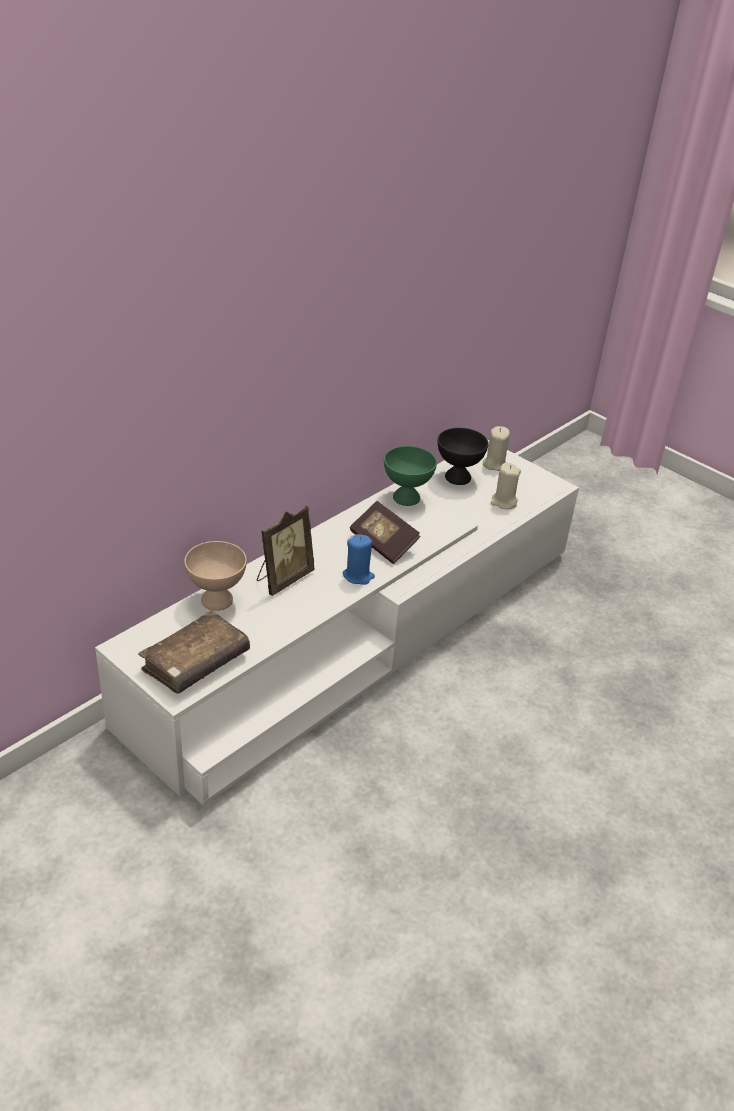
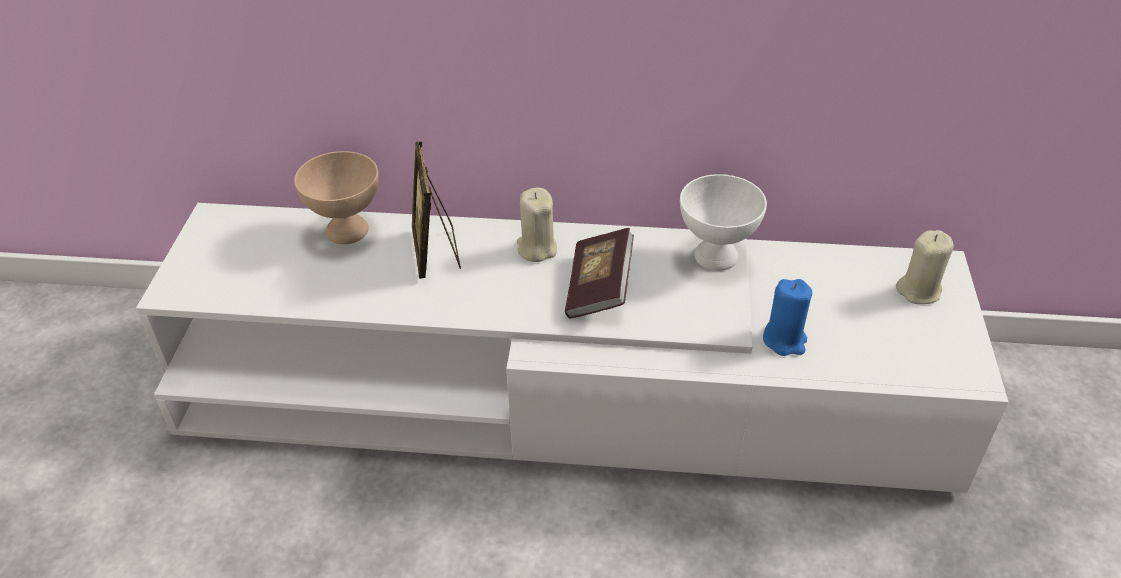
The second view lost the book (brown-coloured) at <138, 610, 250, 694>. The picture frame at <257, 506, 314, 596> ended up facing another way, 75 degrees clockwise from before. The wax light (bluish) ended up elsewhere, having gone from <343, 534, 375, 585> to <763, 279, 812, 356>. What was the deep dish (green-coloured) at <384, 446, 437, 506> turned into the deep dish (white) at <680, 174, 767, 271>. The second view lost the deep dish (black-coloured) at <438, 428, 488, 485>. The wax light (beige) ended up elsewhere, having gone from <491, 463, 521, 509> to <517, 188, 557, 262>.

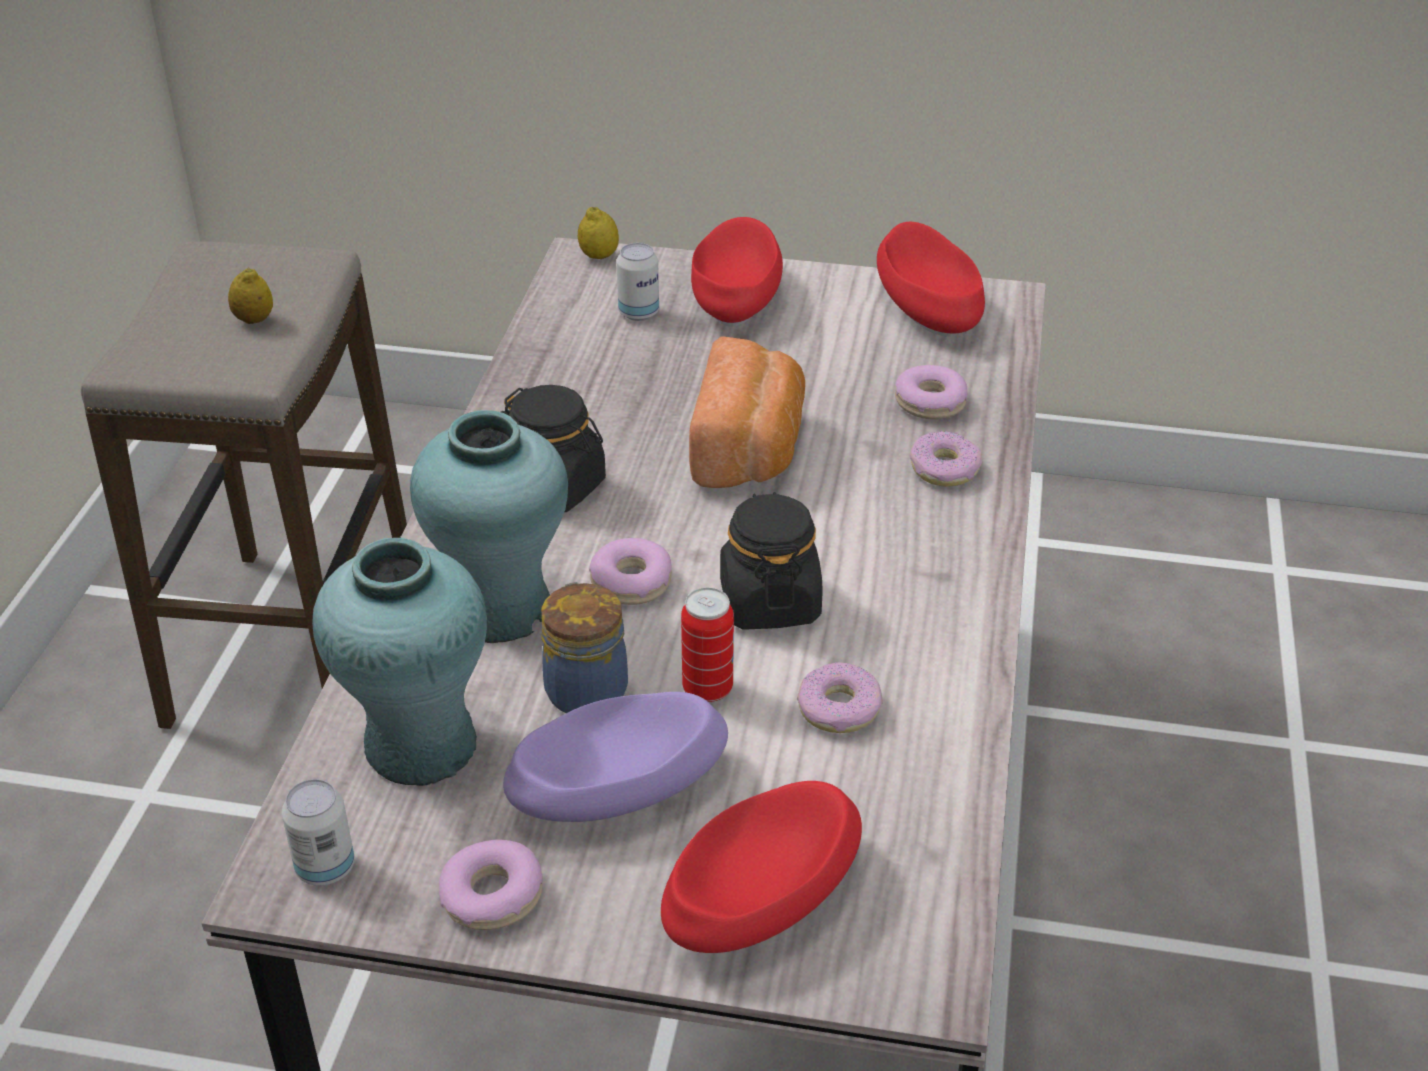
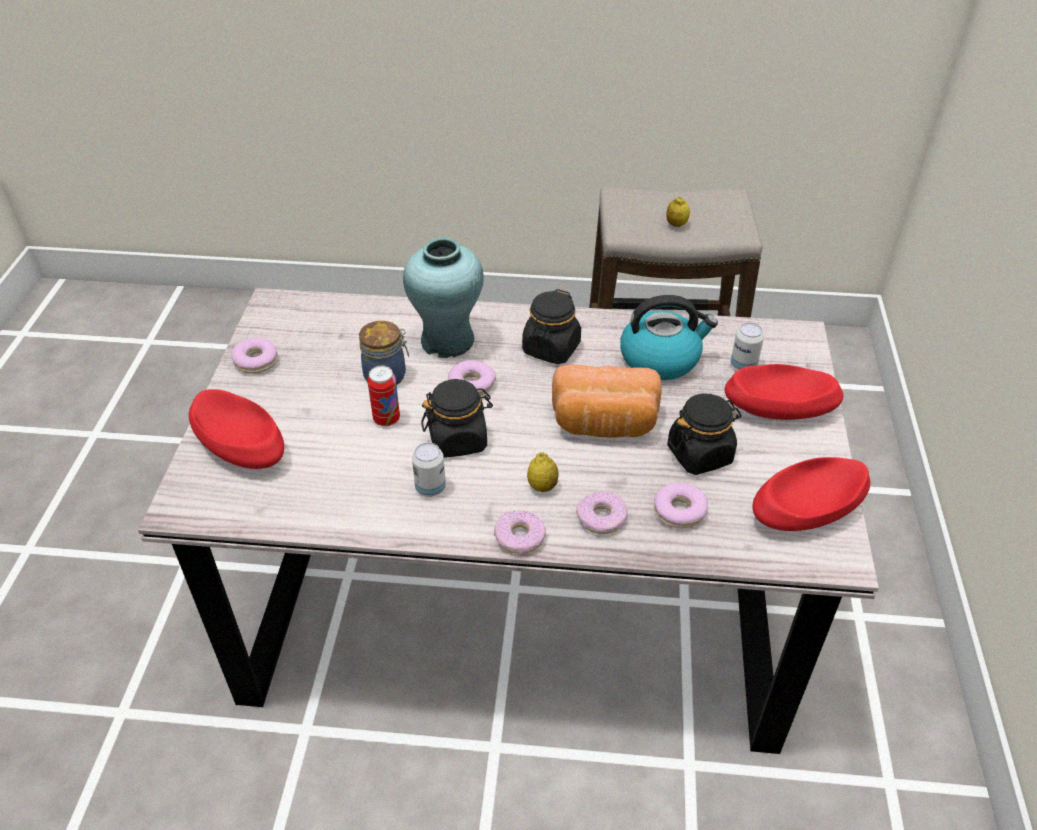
The sealed can ended up elsewhere, having gone from <282, 779, 355, 886> to <412, 442, 446, 497>. The second view lost the vase (blue-green) at <312, 538, 487, 786>. The second view lost the deep dish (purple-coloured) at <503, 692, 728, 822>. The citrus fruit ended up elsewhere, having gone from <578, 207, 619, 259> to <527, 452, 559, 492>. The donut ended up elsewhere, having gone from <797, 662, 883, 733> to <494, 510, 546, 554>. The second view gained the water kettle at <620, 295, 718, 380>. The second view gained the jar (black-coloured) at <667, 394, 741, 475>.

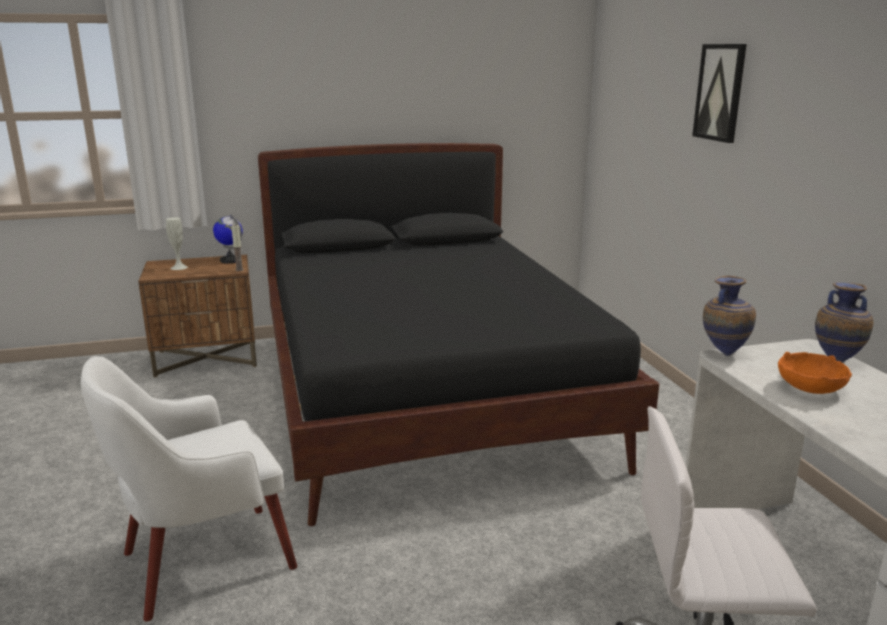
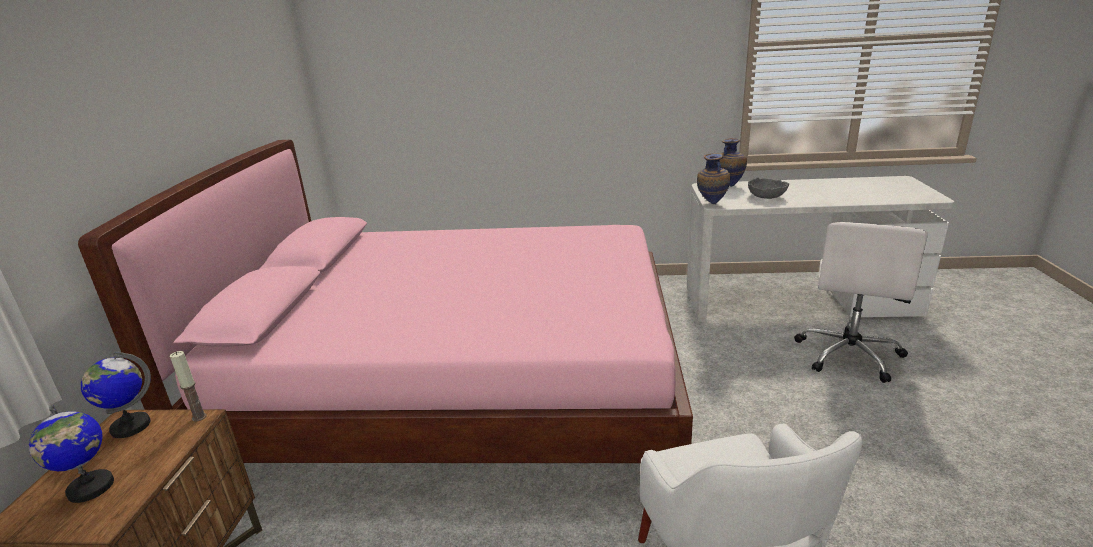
Where the vase (white) stood at <166, 217, 188, 270>, the world globe came to stand at <29, 405, 114, 503>. What was the sleeping bed (black-coloured) at <258, 143, 660, 526> turned into the sleeping bed (pinkish) at <78, 140, 693, 463>. The second view lost the picture at <692, 44, 747, 143>. What was the deep dish (orangey) at <778, 352, 852, 394> turned into the deep dish (gray) at <748, 177, 789, 199>.

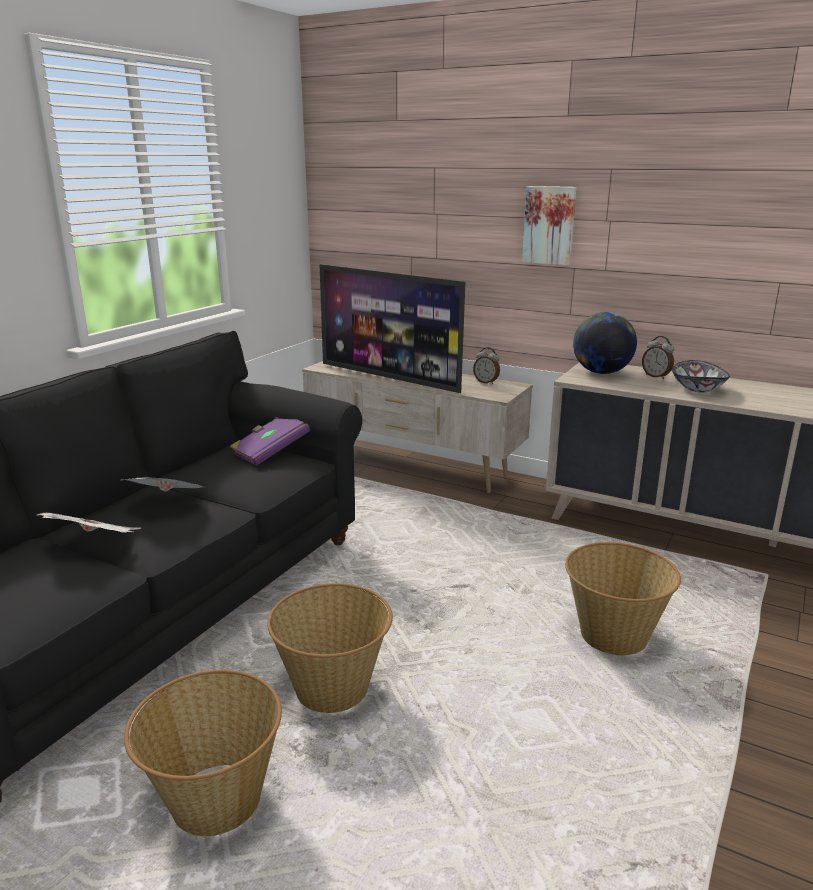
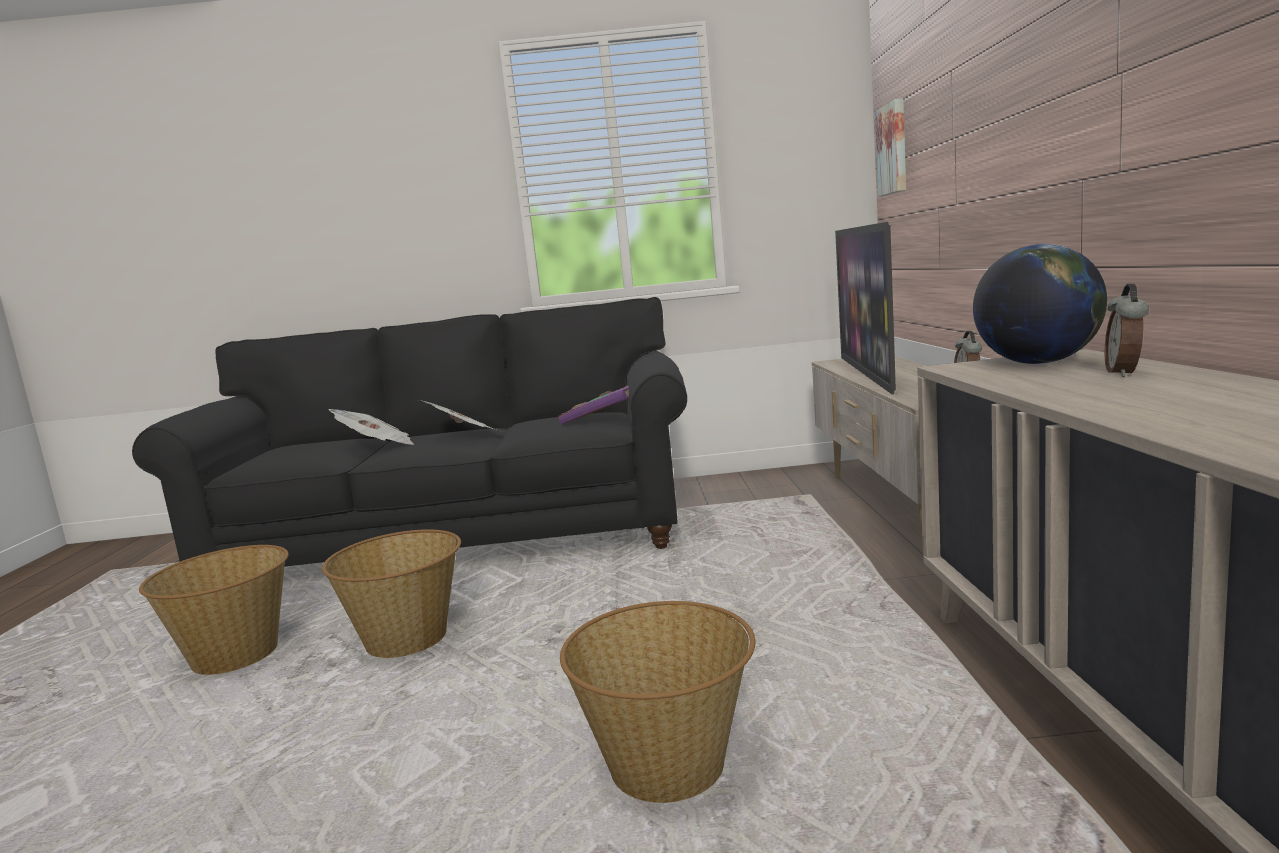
The picture ended up elsewhere, having gone from <522, 186, 577, 265> to <875, 98, 906, 196>. The second view lost the deep dish at <672, 360, 730, 393>.

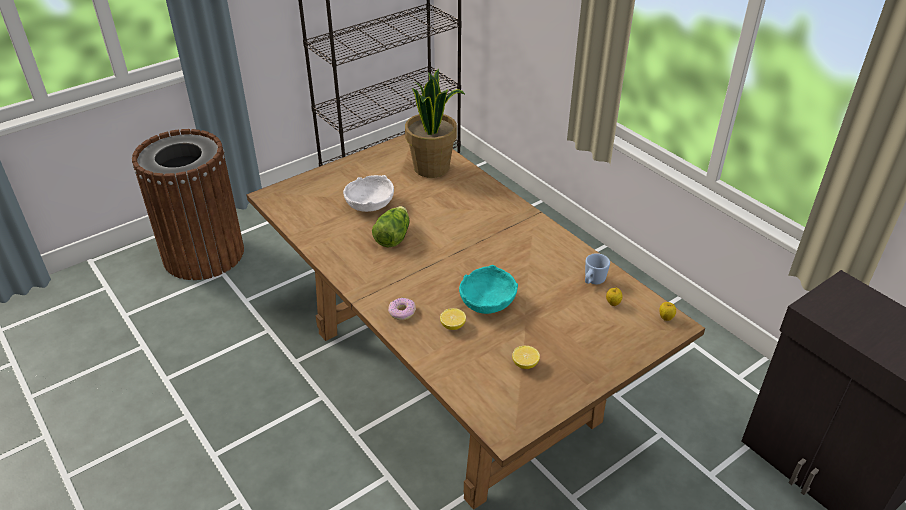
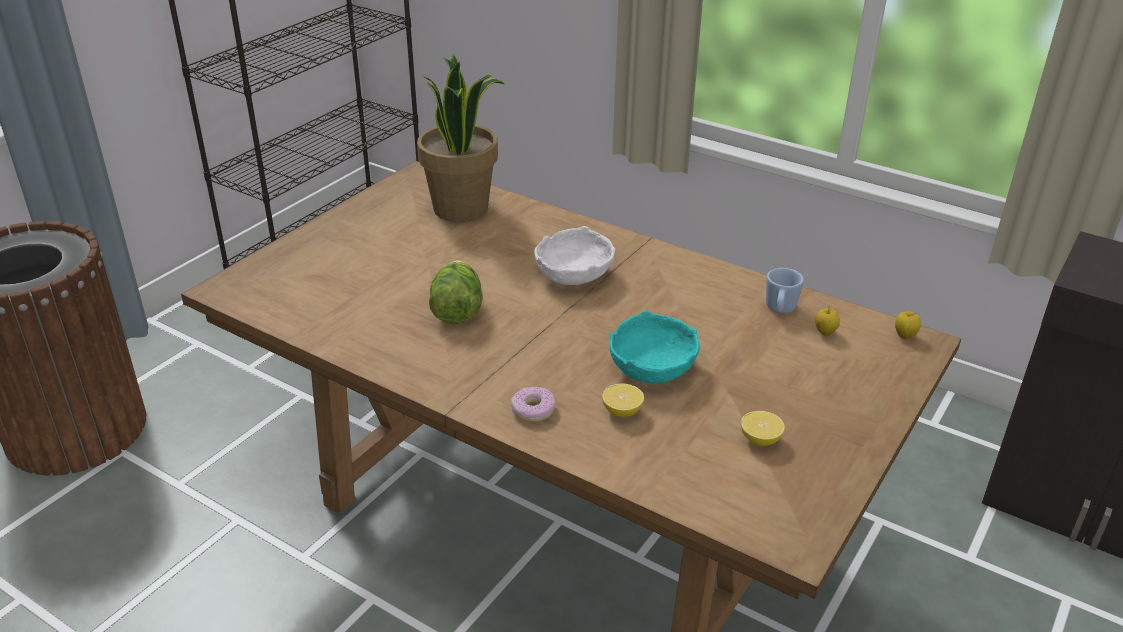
The deep dish (white) ended up elsewhere, having gone from <343, 175, 394, 212> to <534, 226, 616, 285>.

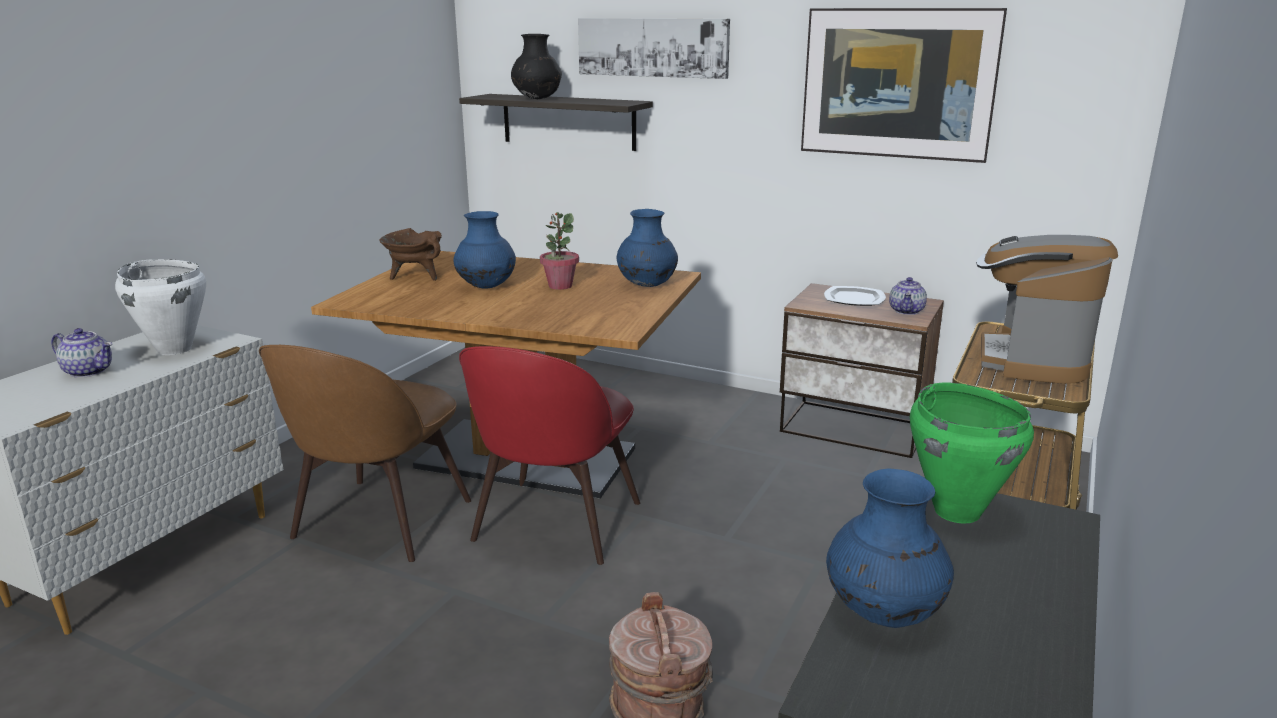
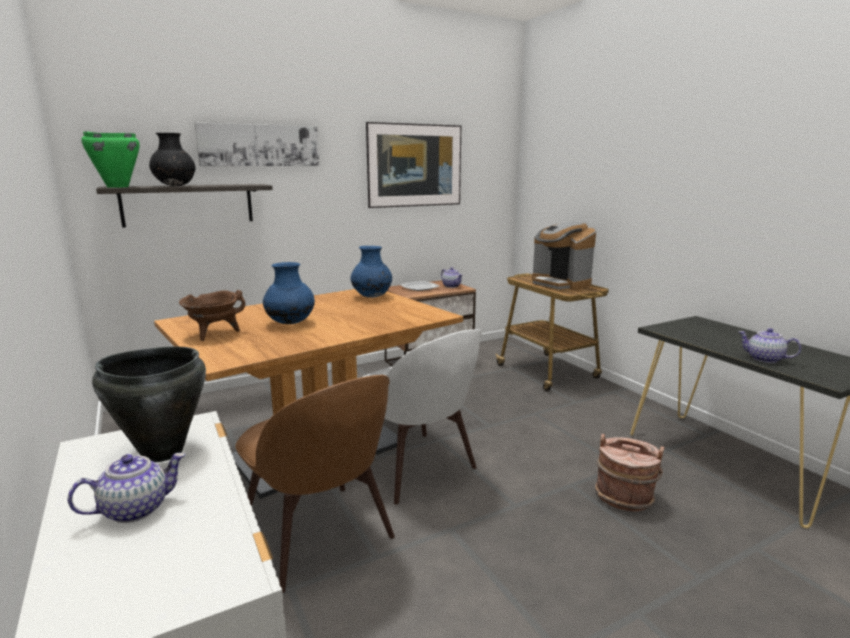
What was the saucepot (white) at <115, 259, 206, 355> turned into the saucepot (black-coloured) at <92, 347, 206, 462>. What was the upright chair (reddish) at <459, 346, 640, 565> turned into the upright chair (white) at <362, 329, 481, 504>. The second view lost the houseplant at <540, 212, 579, 290>. Where the vase (bluish) stood at <826, 469, 954, 628>, the tea pot came to stand at <738, 328, 801, 363>. The saucepot (green-coloured) ended up elsewhere, having gone from <910, 382, 1034, 523> to <81, 131, 140, 188>.

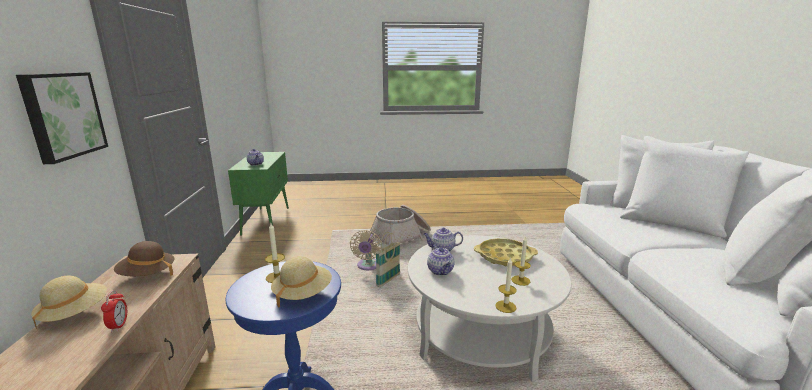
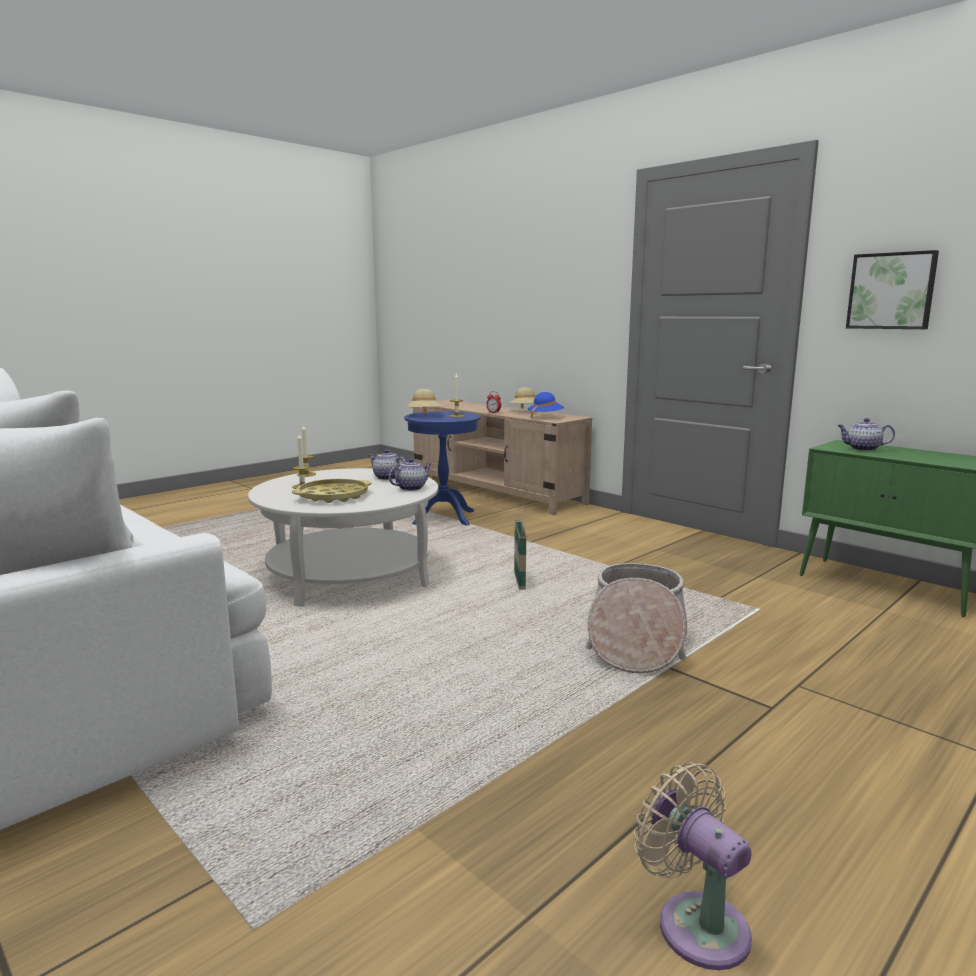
The picture ended up elsewhere, having gone from <16, 72, 108, 164> to <846, 250, 939, 329>. What was the clothing hat (brown-coloured) at <114, 241, 174, 276> turned into the clothing hat (bluish) at <528, 392, 564, 419>. The cooling fan (beige) ended up elsewhere, having gone from <350, 230, 381, 270> to <634, 762, 752, 970>.

